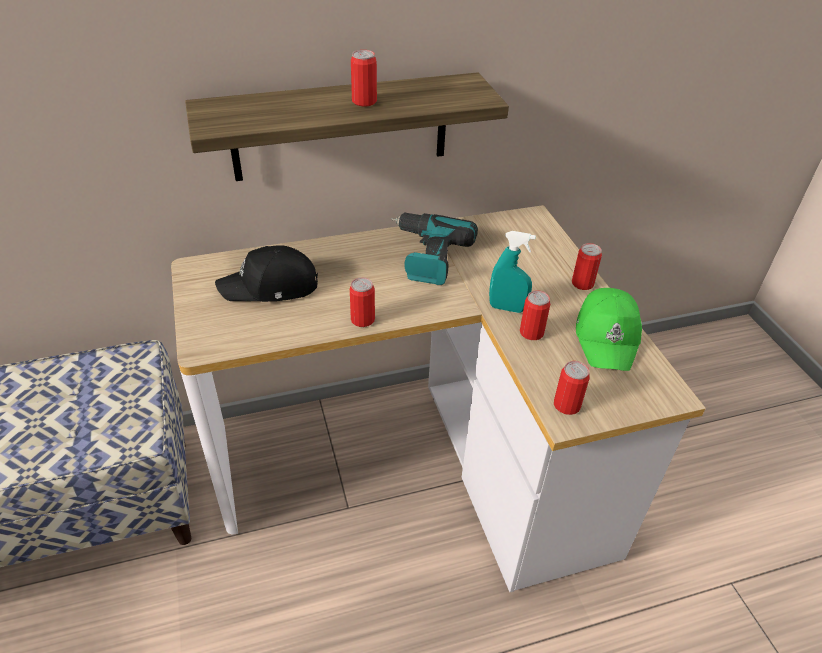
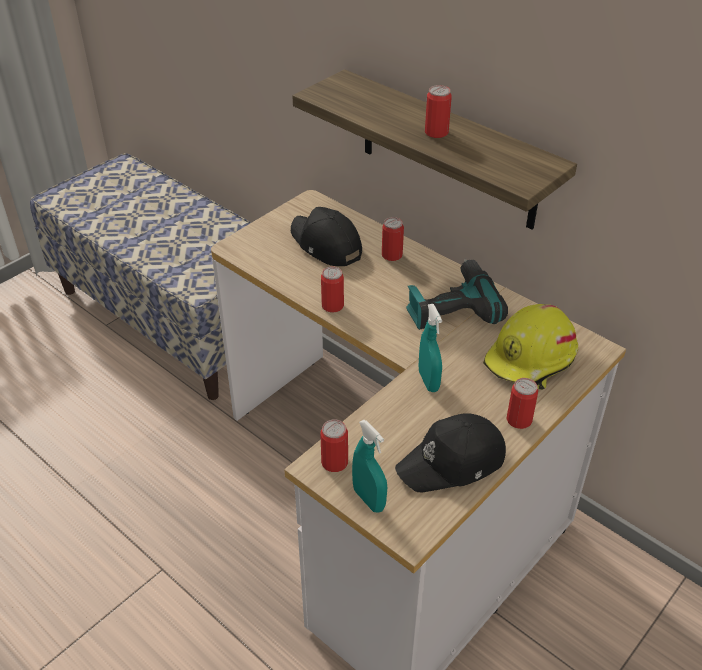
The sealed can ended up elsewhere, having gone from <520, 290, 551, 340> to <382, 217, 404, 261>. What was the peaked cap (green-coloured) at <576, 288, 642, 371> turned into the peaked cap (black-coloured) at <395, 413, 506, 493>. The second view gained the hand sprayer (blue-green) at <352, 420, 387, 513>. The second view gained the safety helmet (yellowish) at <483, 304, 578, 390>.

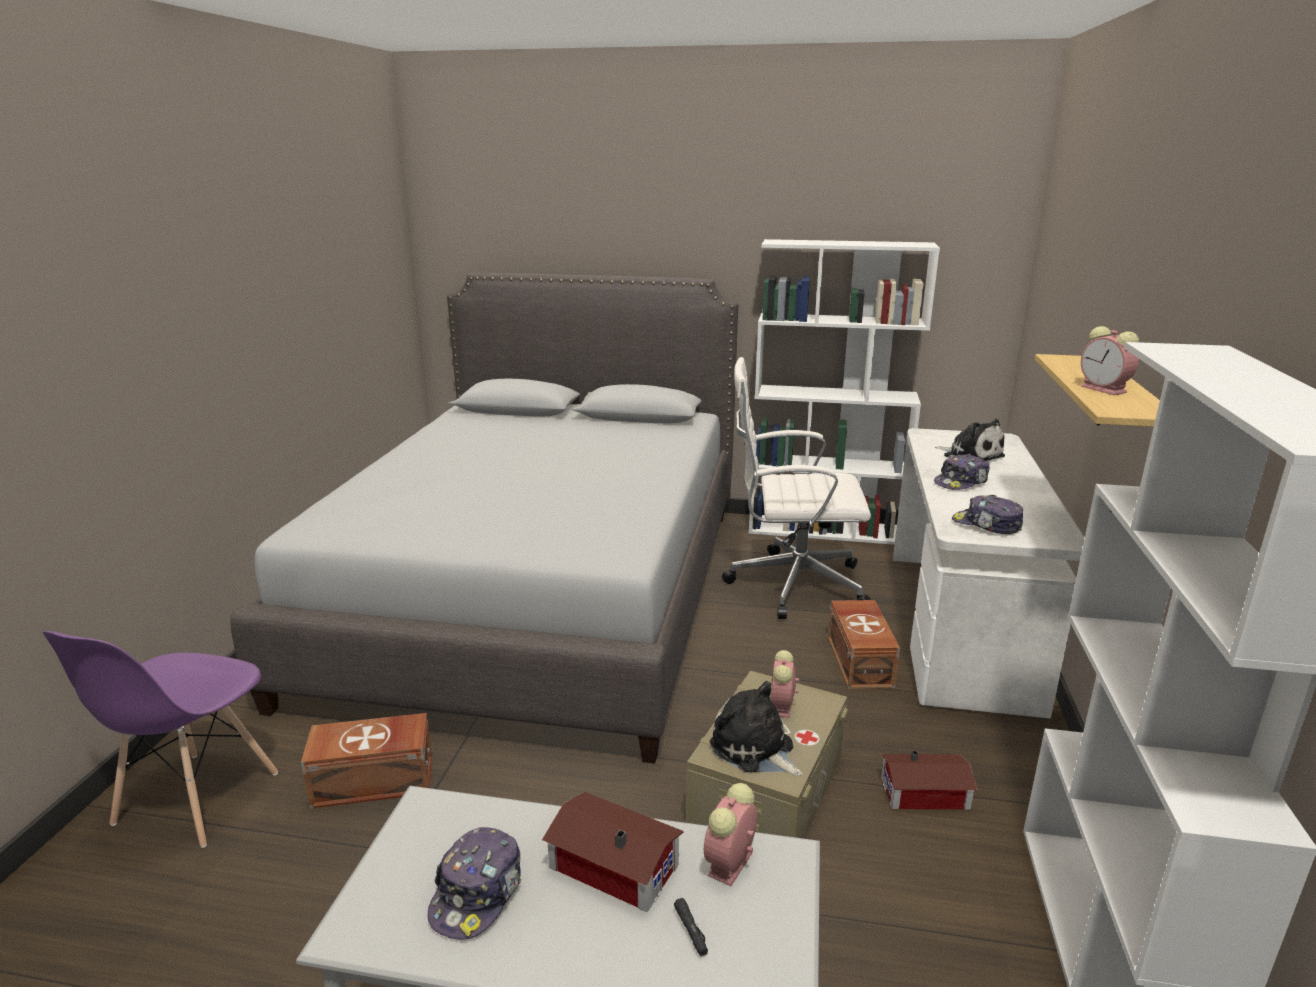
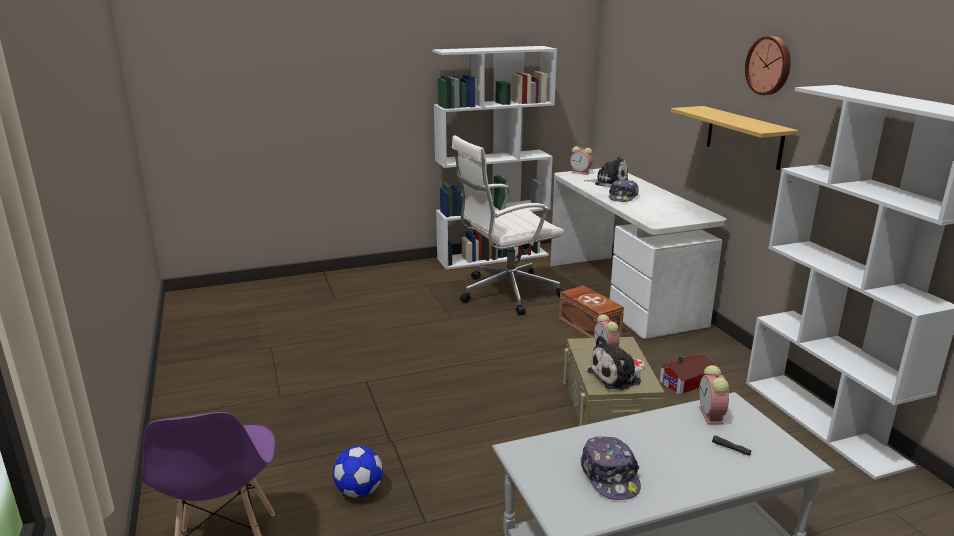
The second view lost the sleeping bed (gray) at <230, 273, 738, 764>. Where the storage box (brown-coloured) stood at <301, 713, 432, 809>, the football came to stand at <333, 446, 383, 498>. The second view lost the miniature house at <542, 792, 684, 912>. The plush toy at <710, 681, 803, 776> ended up facing another way, 45 degrees counterclockwise from before. The second view lost the peaked cap at <952, 495, 1023, 534>. The table clock ended up elsewhere, having gone from <1081, 326, 1139, 395> to <570, 146, 593, 175>. The second view gained the clock on the wall at <745, 36, 791, 95>.

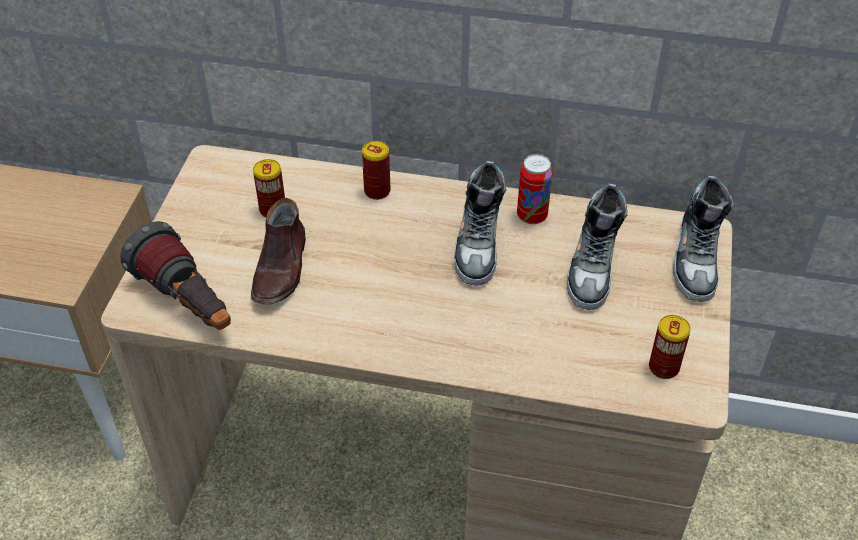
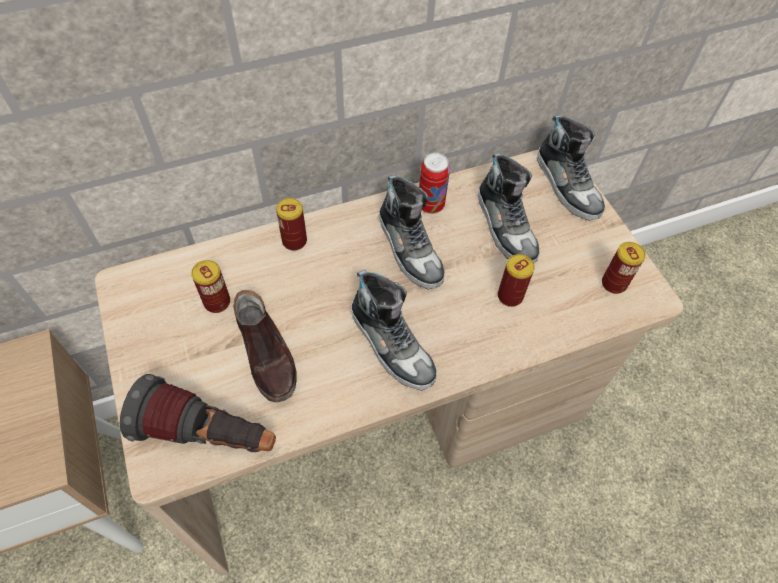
The second view gained the low shoe at <351, 270, 437, 391>. The second view gained the sealed can at <498, 254, 535, 307>.

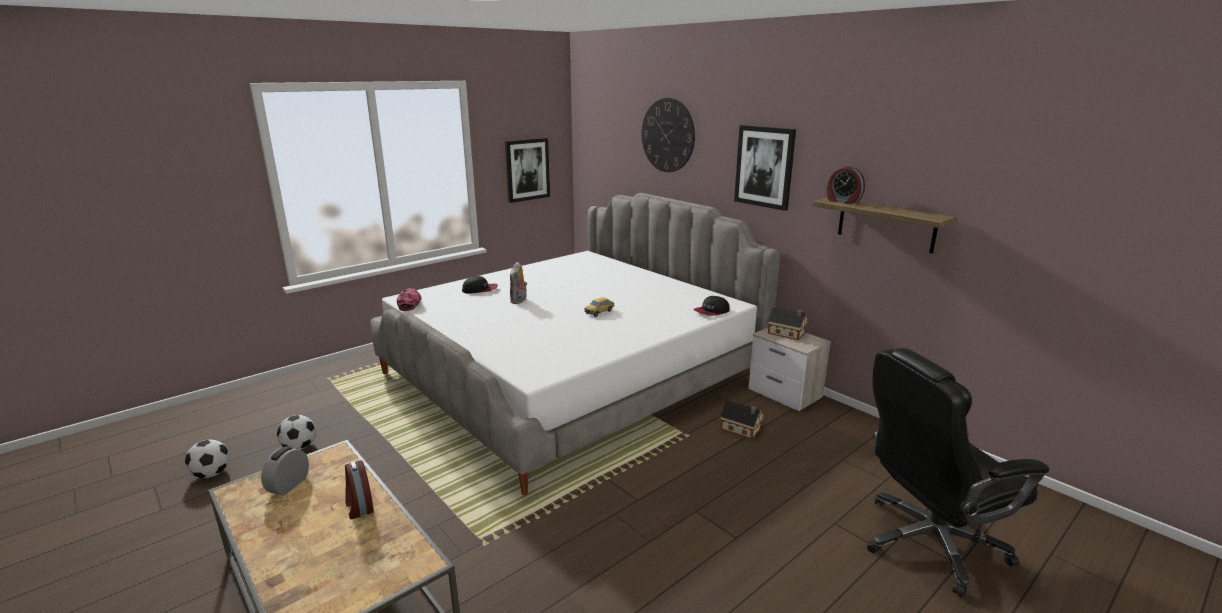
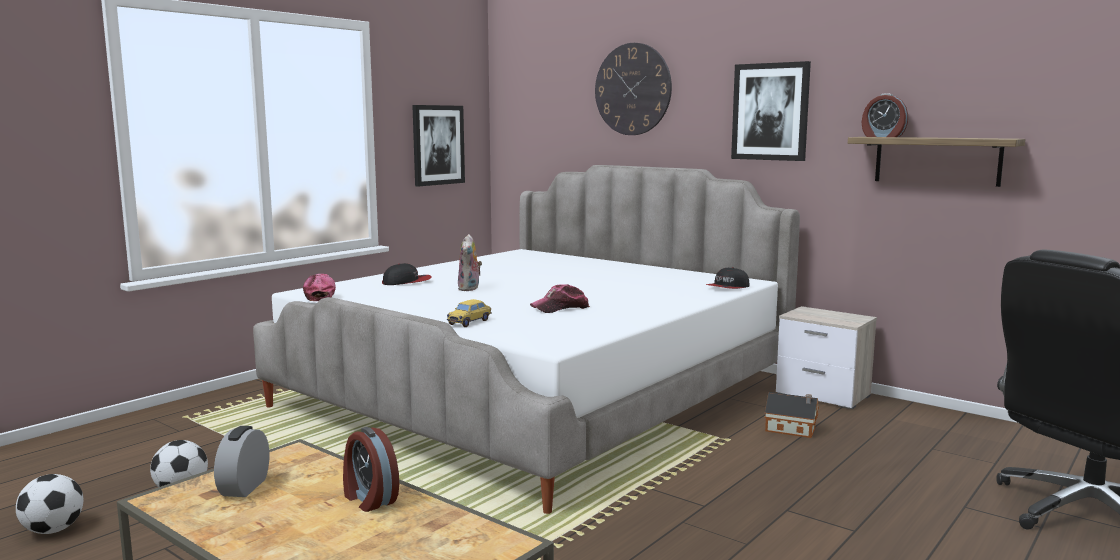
The model car ended up elsewhere, having gone from <585, 297, 614, 317> to <447, 299, 492, 327>. The second view lost the miniature house at <768, 307, 808, 340>. The second view gained the peaked cap at <530, 284, 590, 313>.

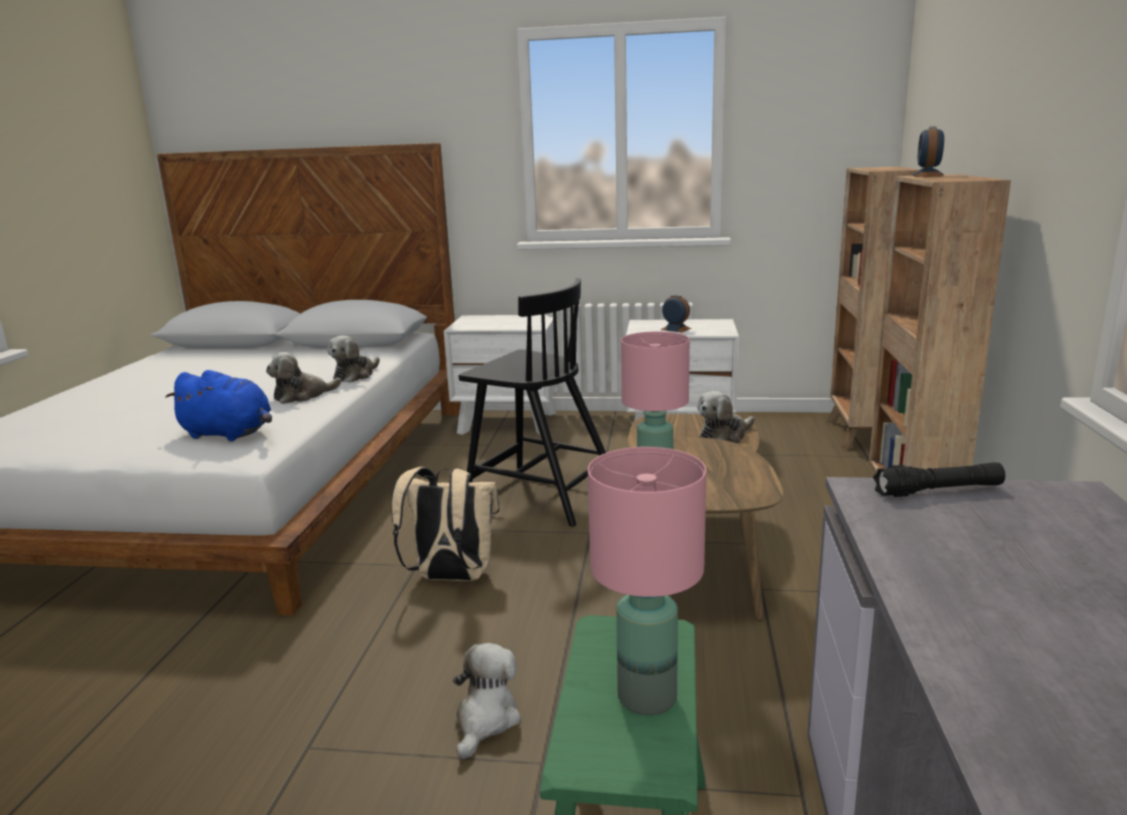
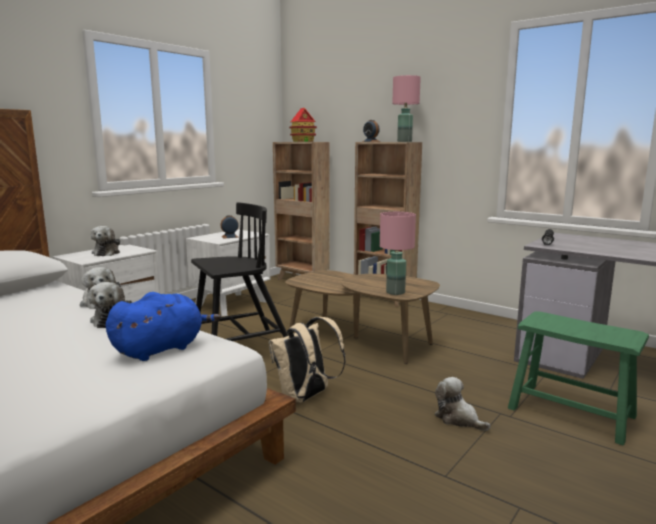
The table lamp (pinkish) ended up elsewhere, having gone from <588, 447, 706, 715> to <392, 75, 421, 142>. The plush toy ended up elsewhere, having gone from <697, 391, 755, 443> to <91, 226, 120, 256>. The second view gained the miniature house at <289, 108, 317, 142>.

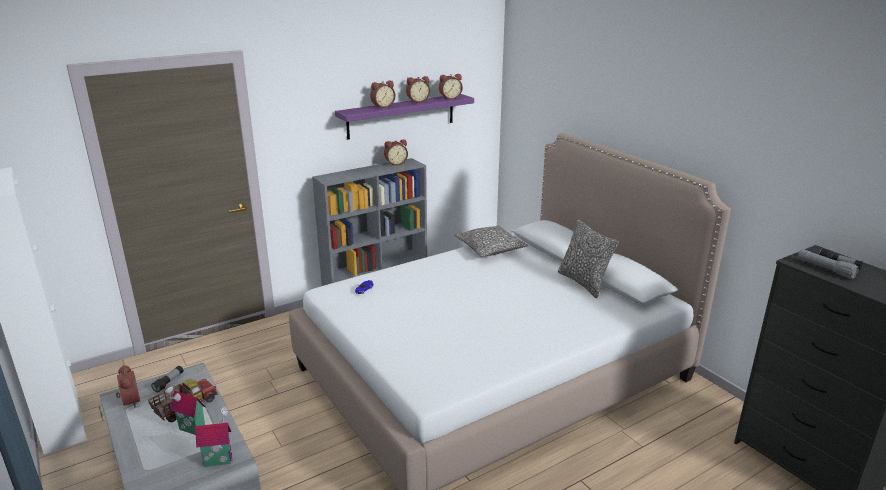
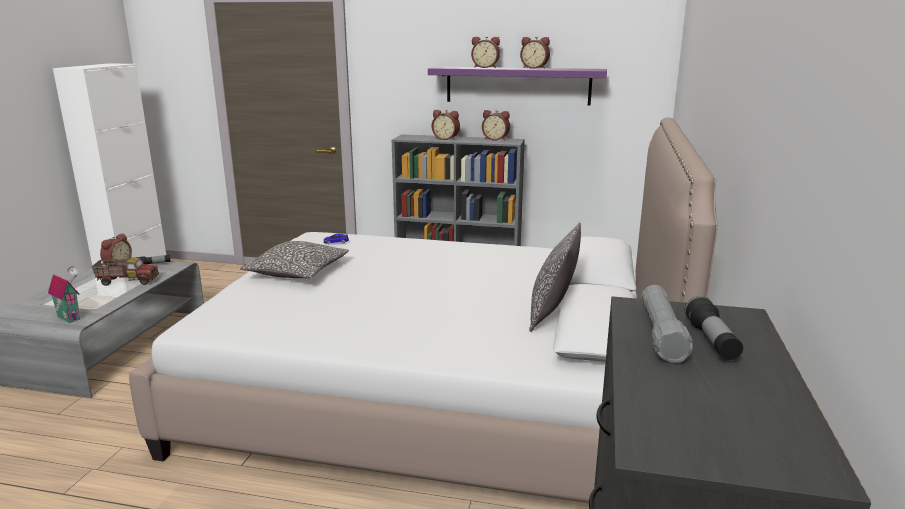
The second view lost the miniature house at <165, 386, 206, 435>. The table clock ended up elsewhere, having gone from <439, 74, 463, 100> to <432, 110, 460, 140>. The pillow ended up elsewhere, having gone from <454, 225, 528, 257> to <240, 241, 349, 278>.

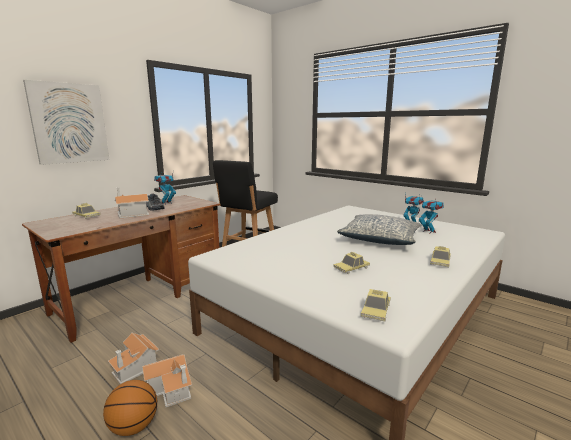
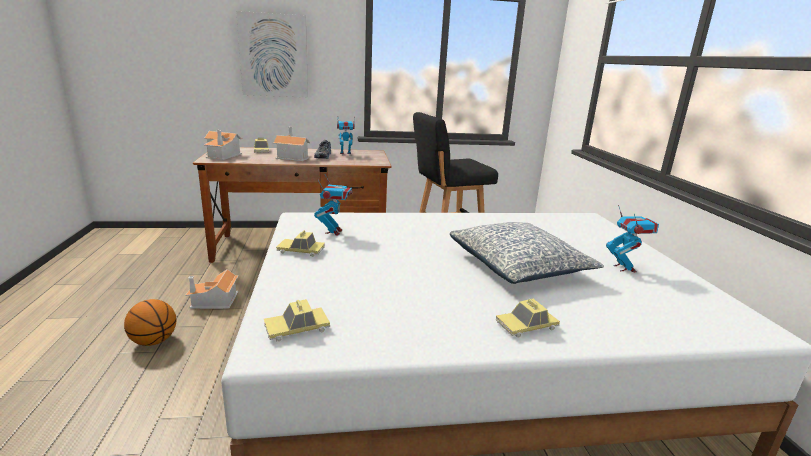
The miniature house ended up elsewhere, having gone from <142, 354, 192, 407> to <204, 130, 243, 160>. The model car ended up elsewhere, having gone from <333, 252, 370, 274> to <276, 230, 325, 257>. The toy robot ended up elsewhere, having gone from <419, 198, 444, 233> to <314, 175, 353, 236>.

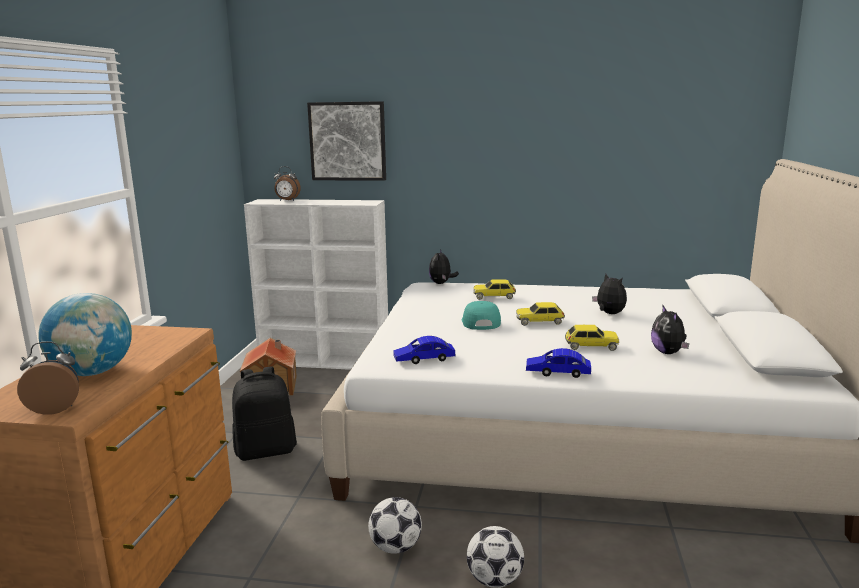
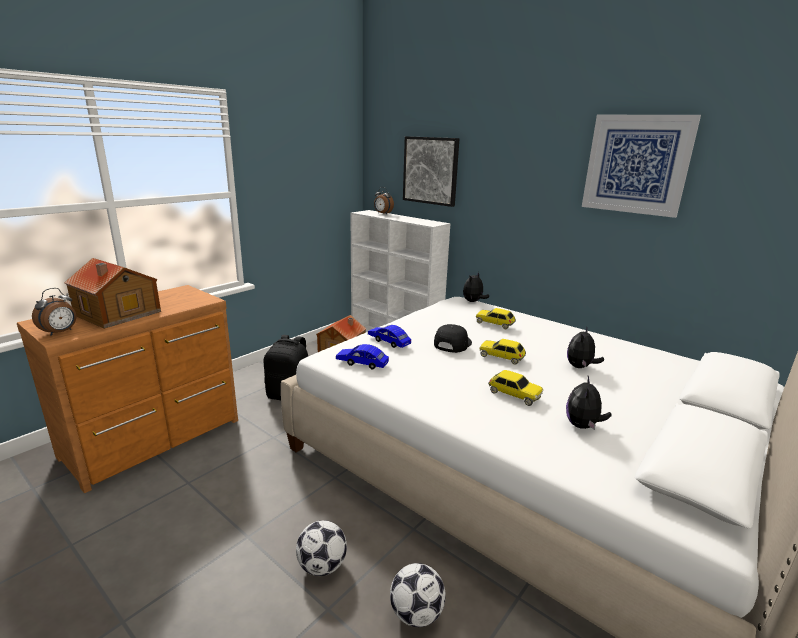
The table clock at <17, 341, 79, 415> ended up facing another way, 105 degrees clockwise from before. Where the world globe stood at <38, 293, 132, 376>, the miniature house came to stand at <64, 258, 161, 329>. The football ended up elsewhere, having gone from <368, 497, 422, 554> to <390, 563, 446, 627>. What was the peaked cap (blue-green) at <462, 301, 501, 330> turned into the peaked cap (black-coloured) at <434, 324, 472, 353>. The model car (bluish) ended up elsewhere, having gone from <526, 348, 591, 378> to <368, 325, 411, 348>. The plush toy at <592, 274, 627, 314> ended up facing another way, 150 degrees counterclockwise from before. The second view gained the picture at <582, 115, 701, 218>.

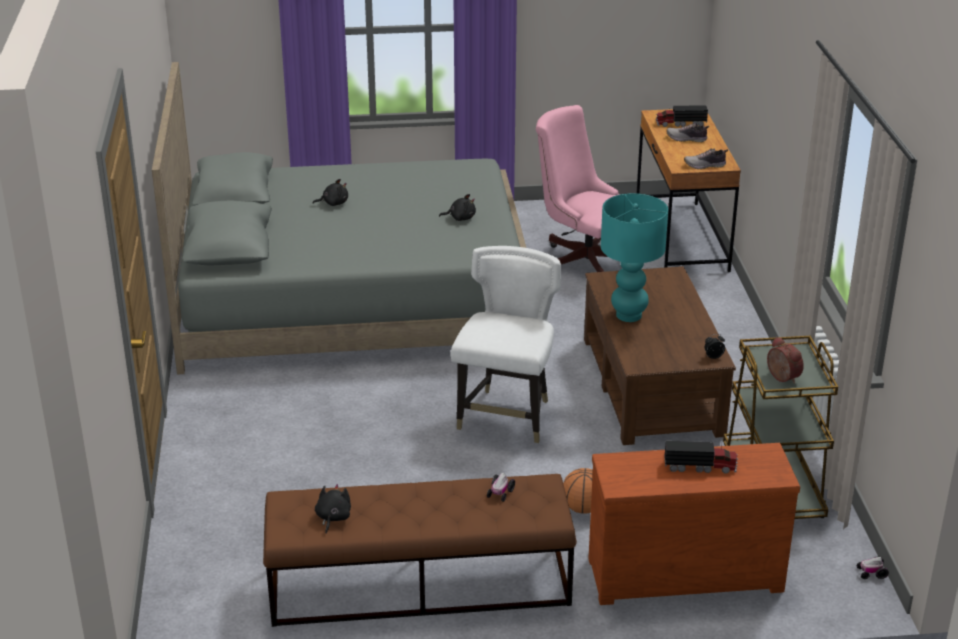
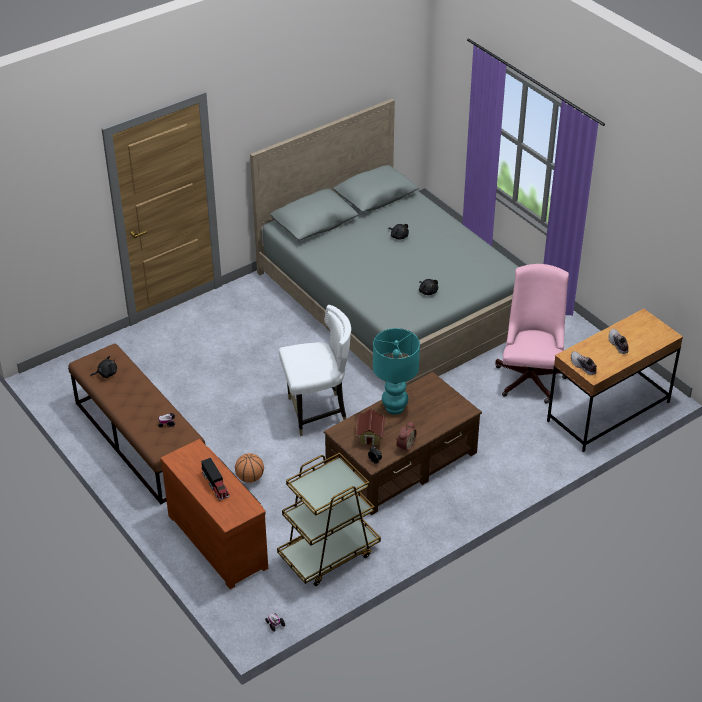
The second view lost the model truck at <656, 105, 708, 127>. The table clock ended up elsewhere, having gone from <767, 337, 804, 384> to <396, 422, 417, 453>. The second view gained the miniature house at <356, 409, 385, 445>.

